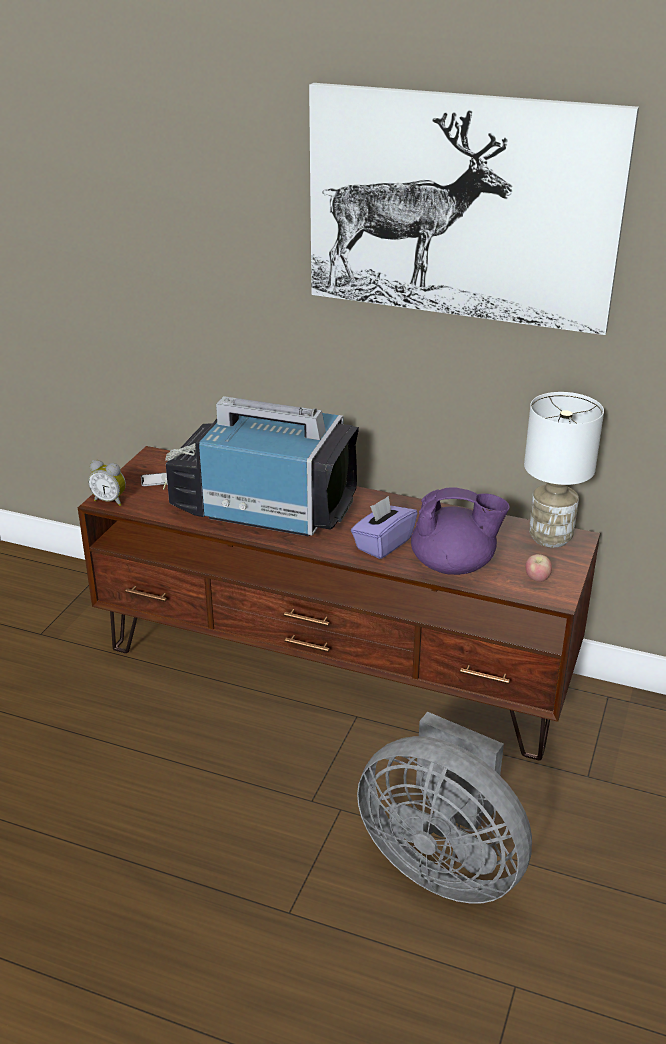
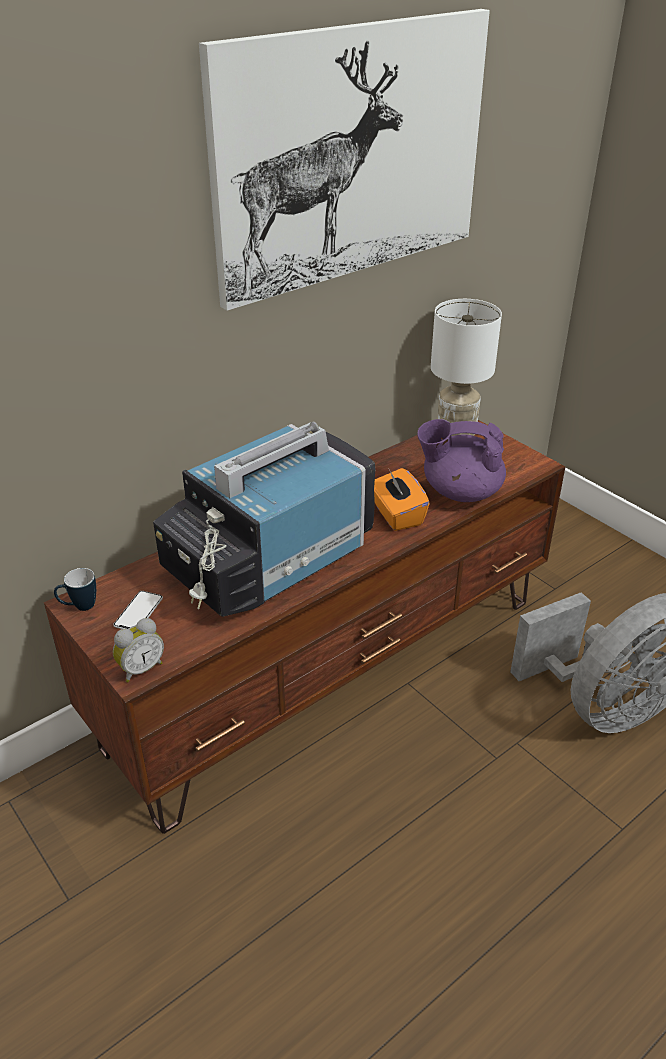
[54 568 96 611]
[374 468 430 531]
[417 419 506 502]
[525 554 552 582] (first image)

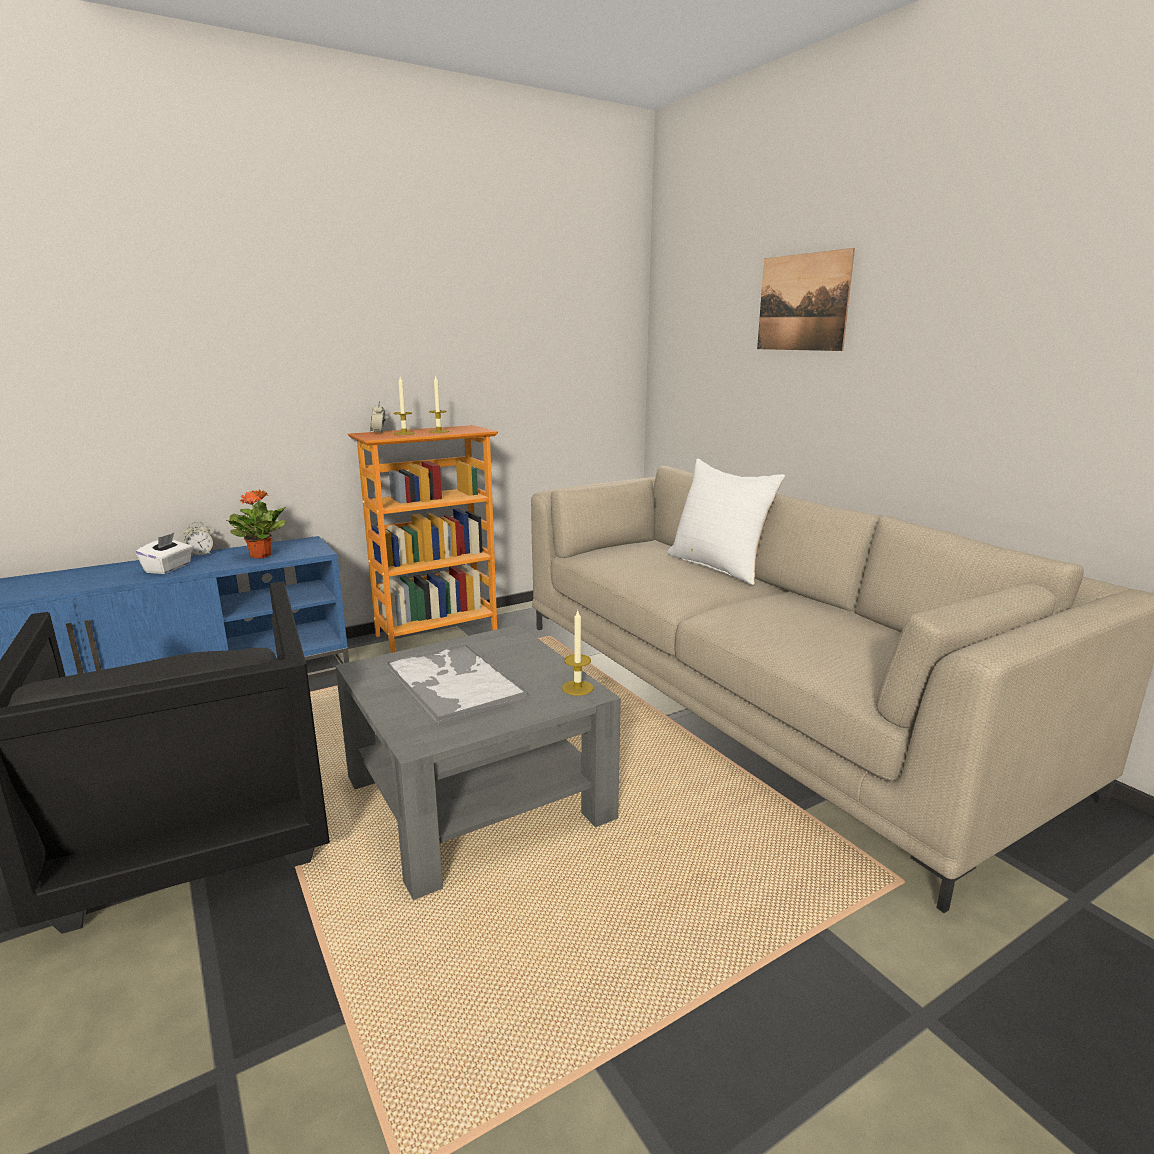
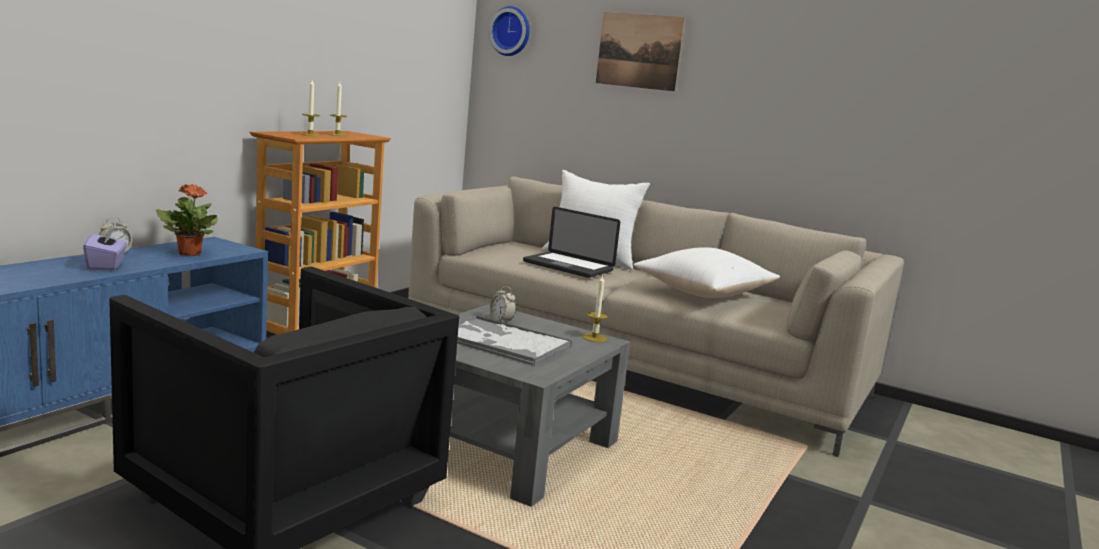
[83 227 127 270]
[489 6 530 56]
[489 286 516 322]
[523 207 620 278]
[634 247 780 298]

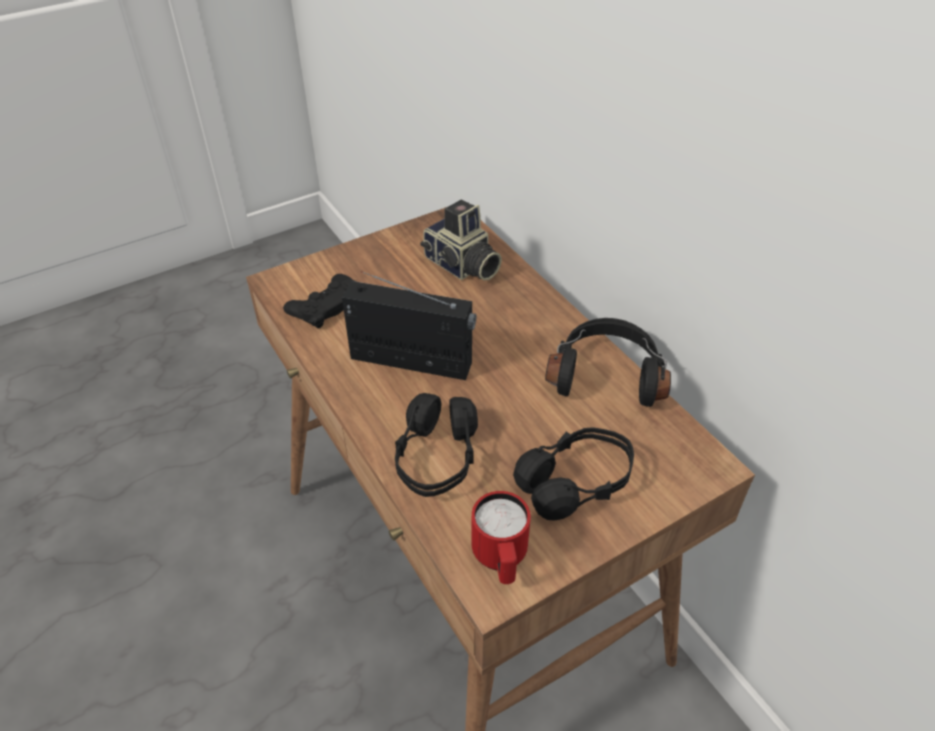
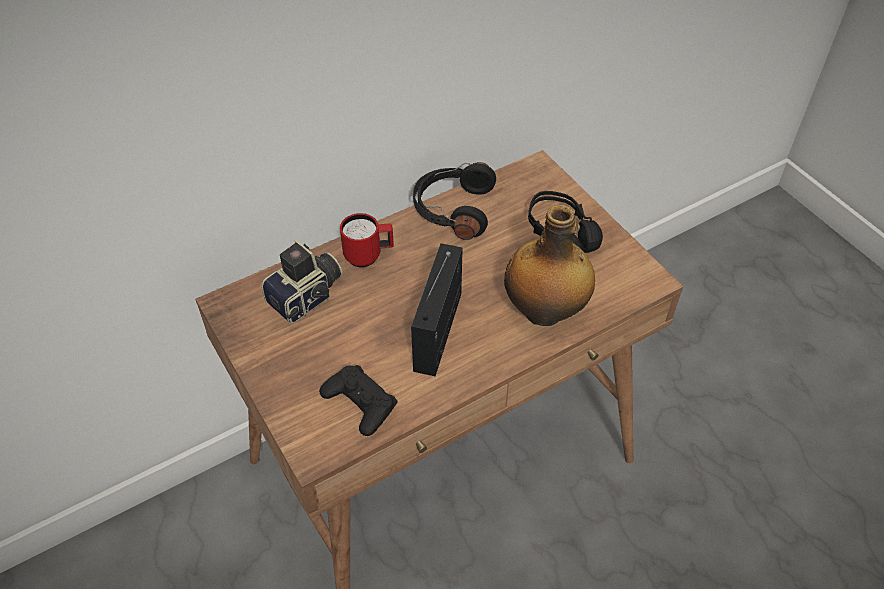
[340 213 394 267]
[504 205 595 326]

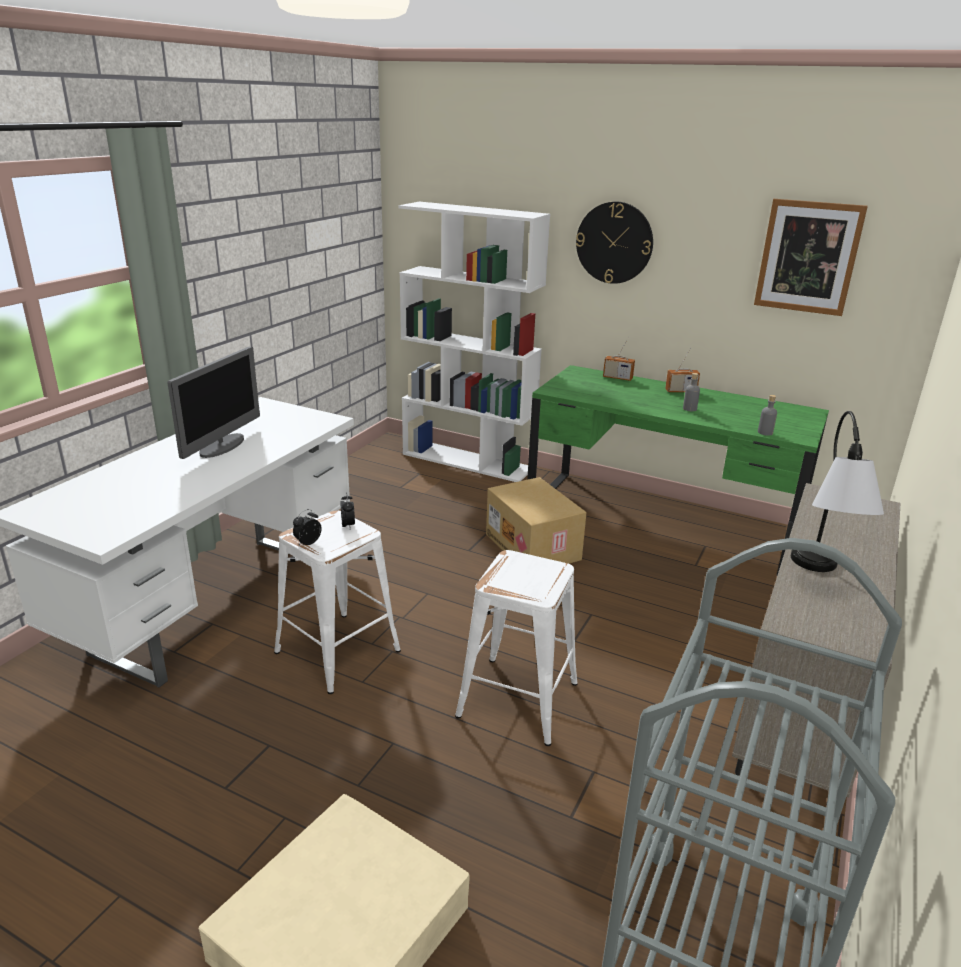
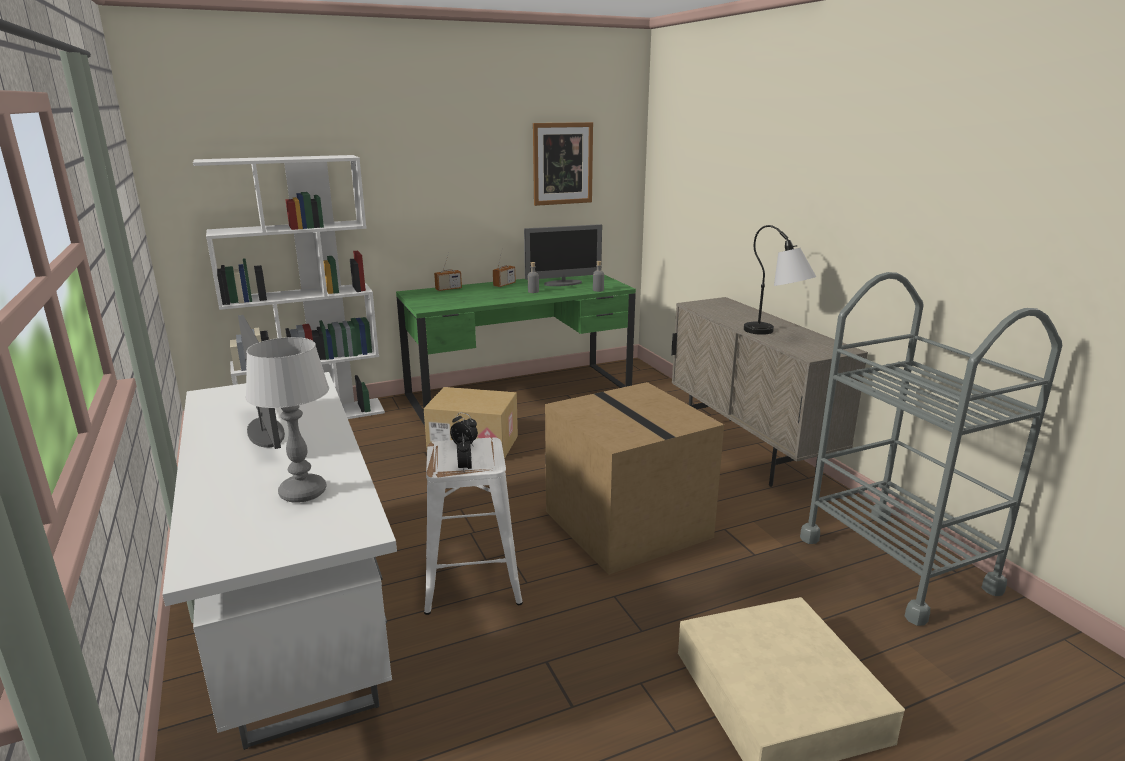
[246 337 329 503]
[524 224 602 286]
[545 382 724 575]
[576 201 653 284] (first image)

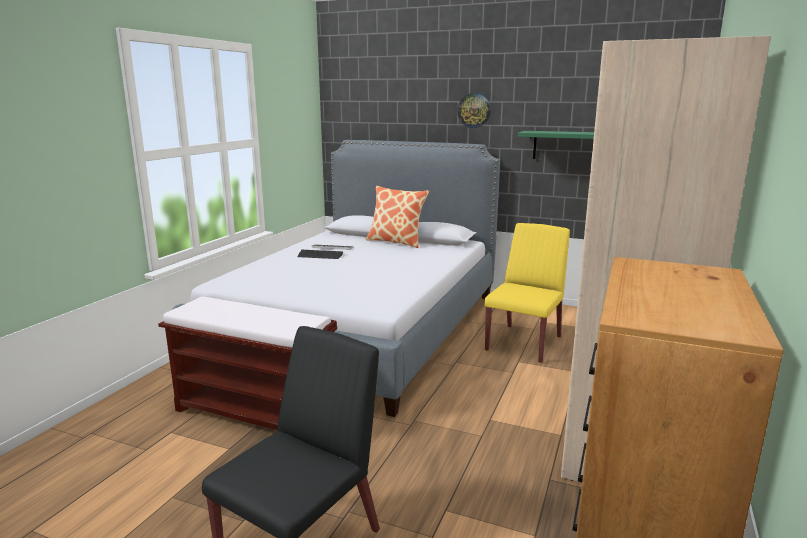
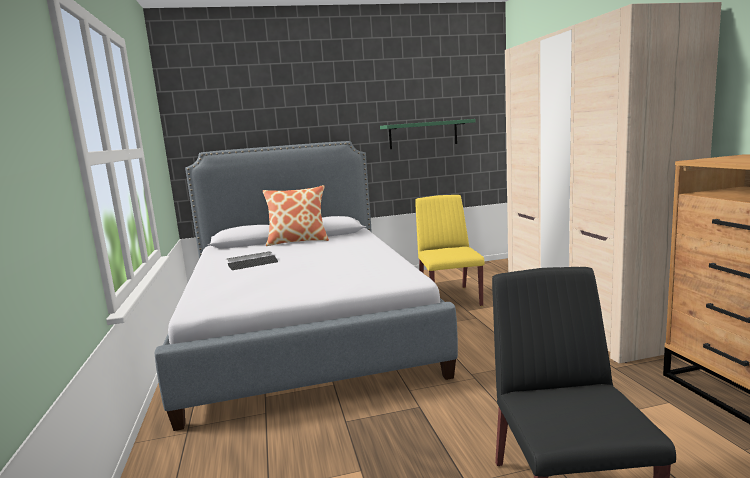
[158 296 337 430] (first image)
[457 93 491 128] (first image)

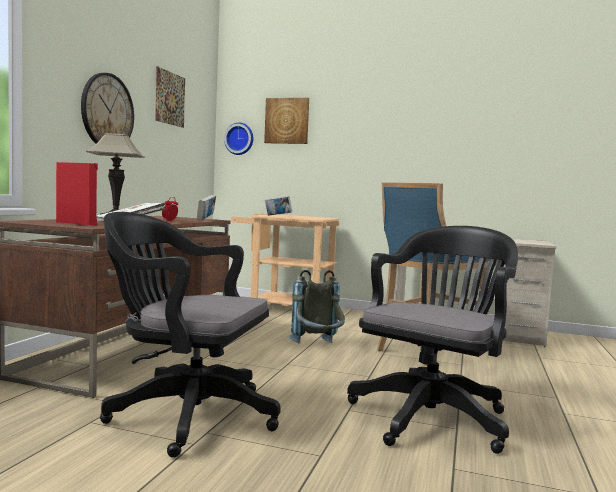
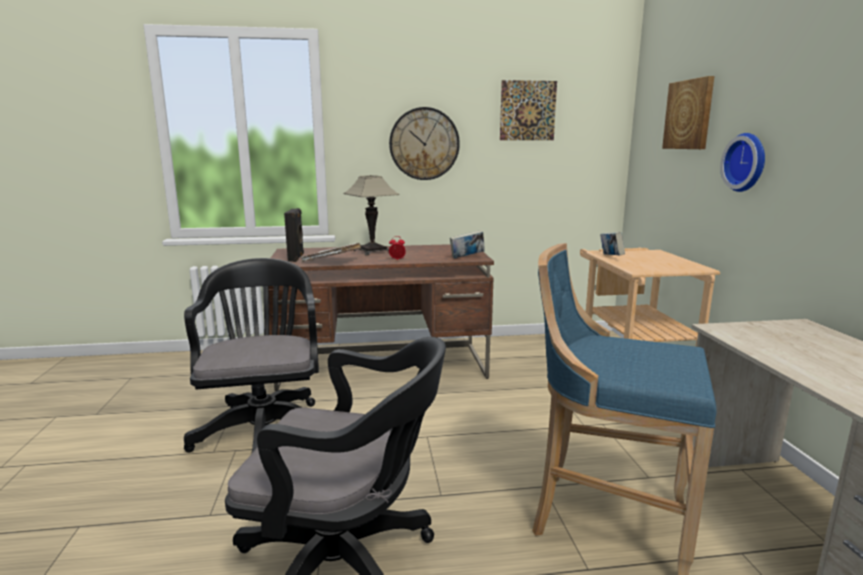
[284 208 304 262]
[720 133 765 192]
[288 270 345 344] (first image)

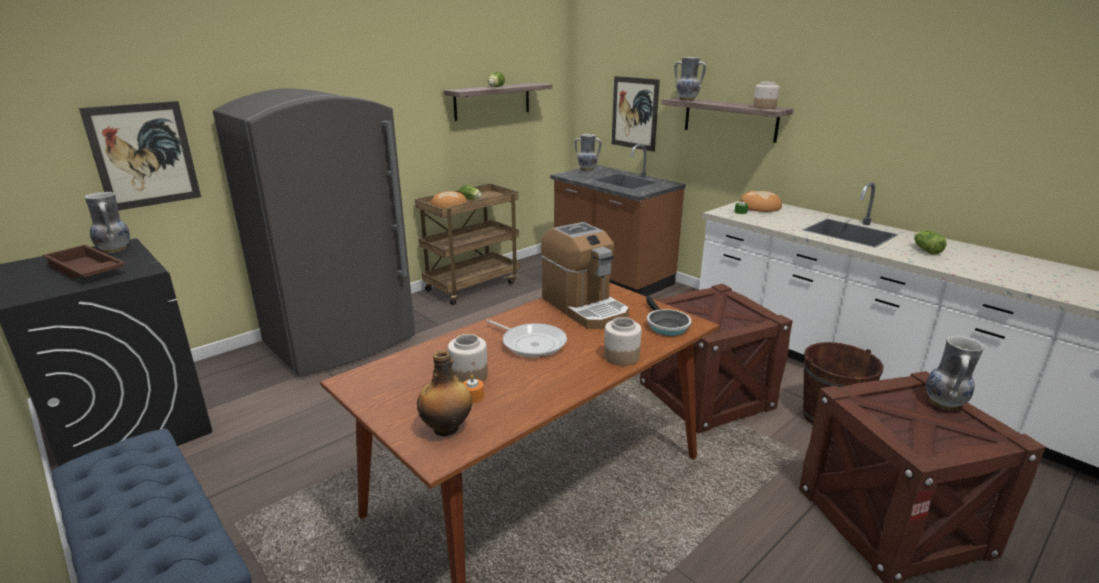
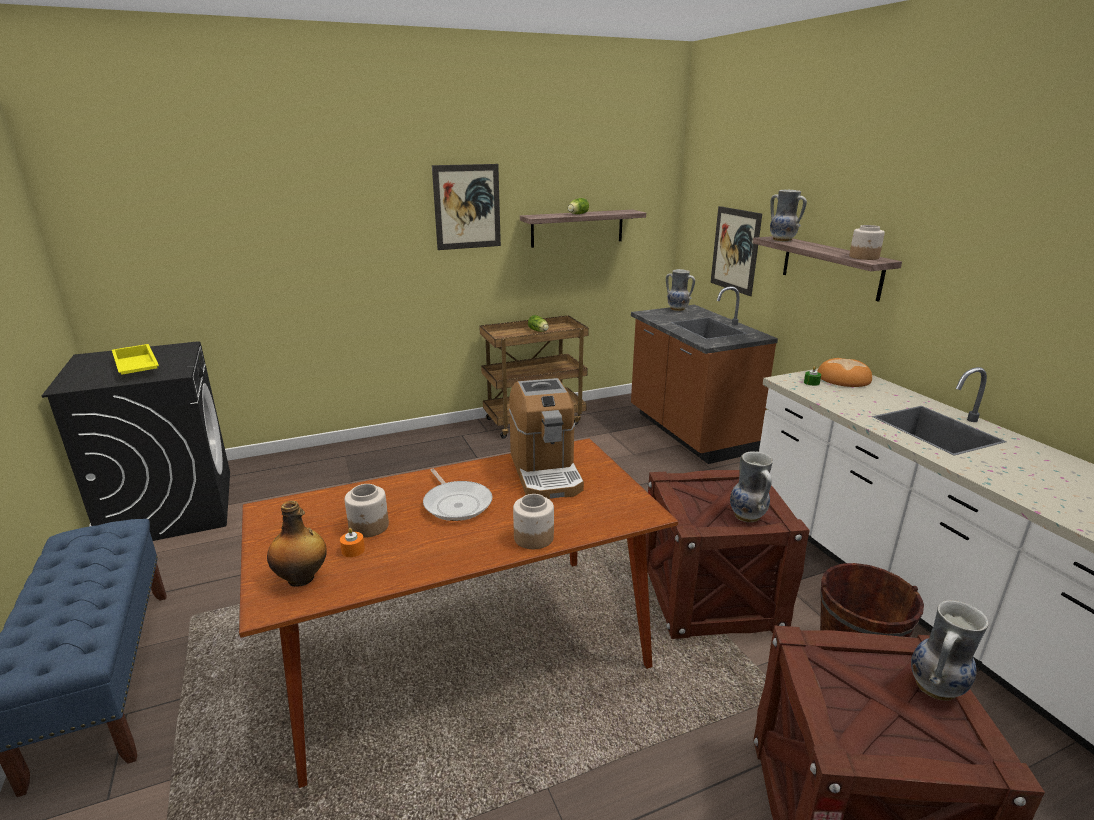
[112 344 159 375]
[432 164 501 250]
[730 452 773 522]
[213 88 415 377] (first image)
[431 191 468 208] (first image)
[646 296 692 336] (first image)
[914 230 947 255] (first image)

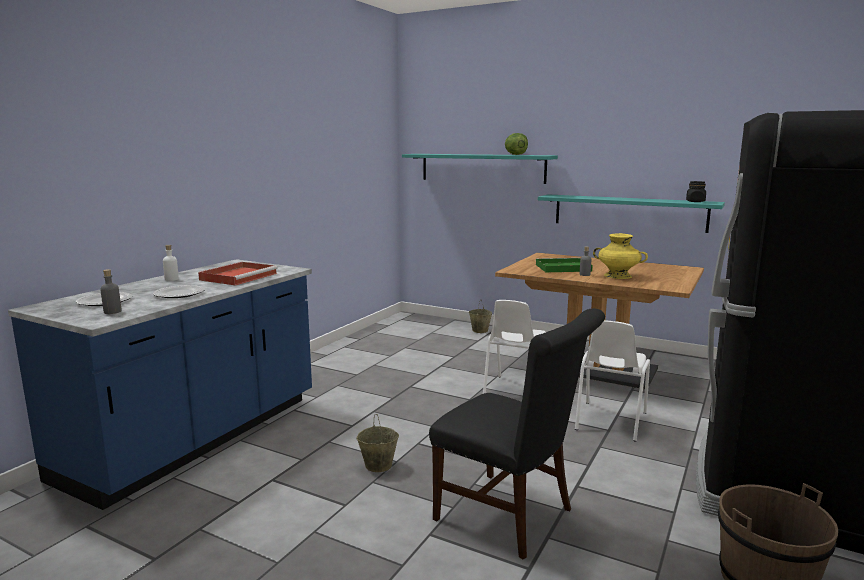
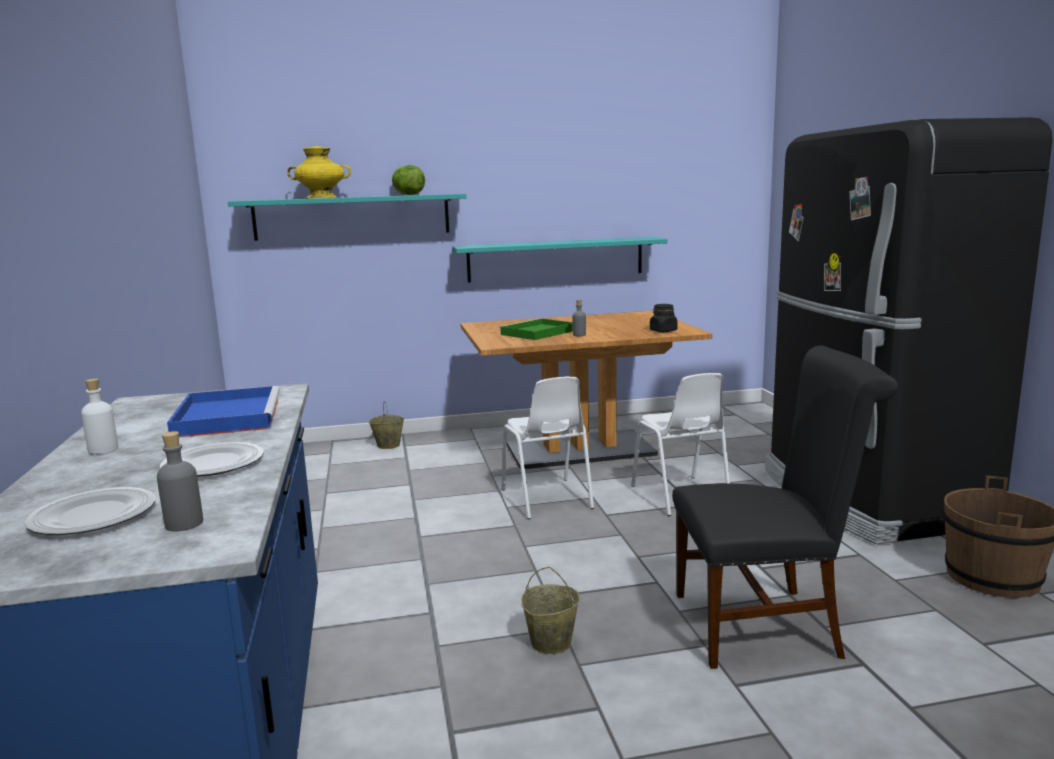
[167 386 280 438]
[287 146 351 198]
[650 304 678 332]

